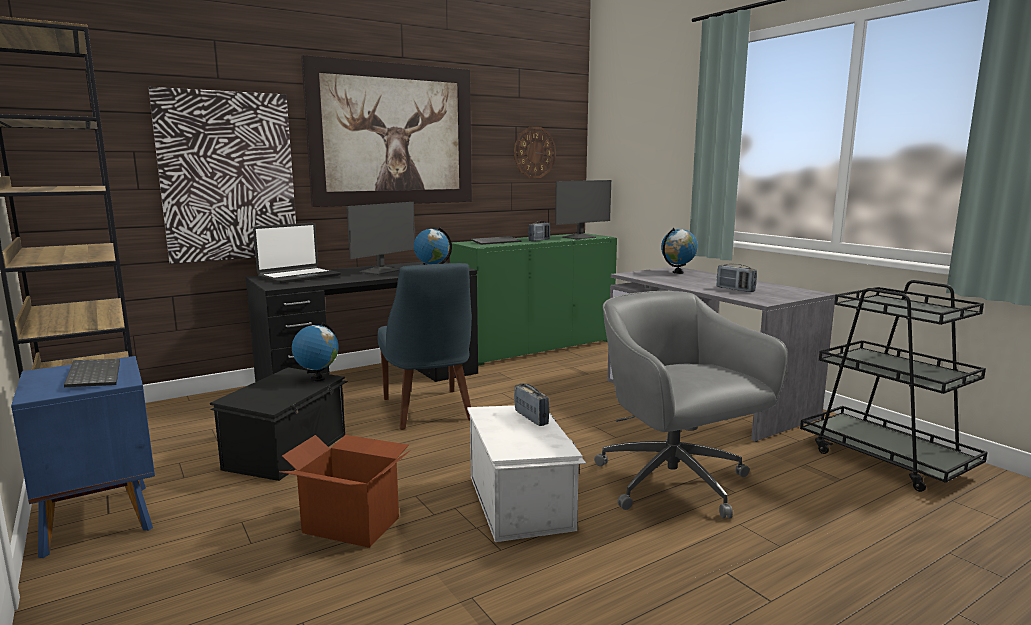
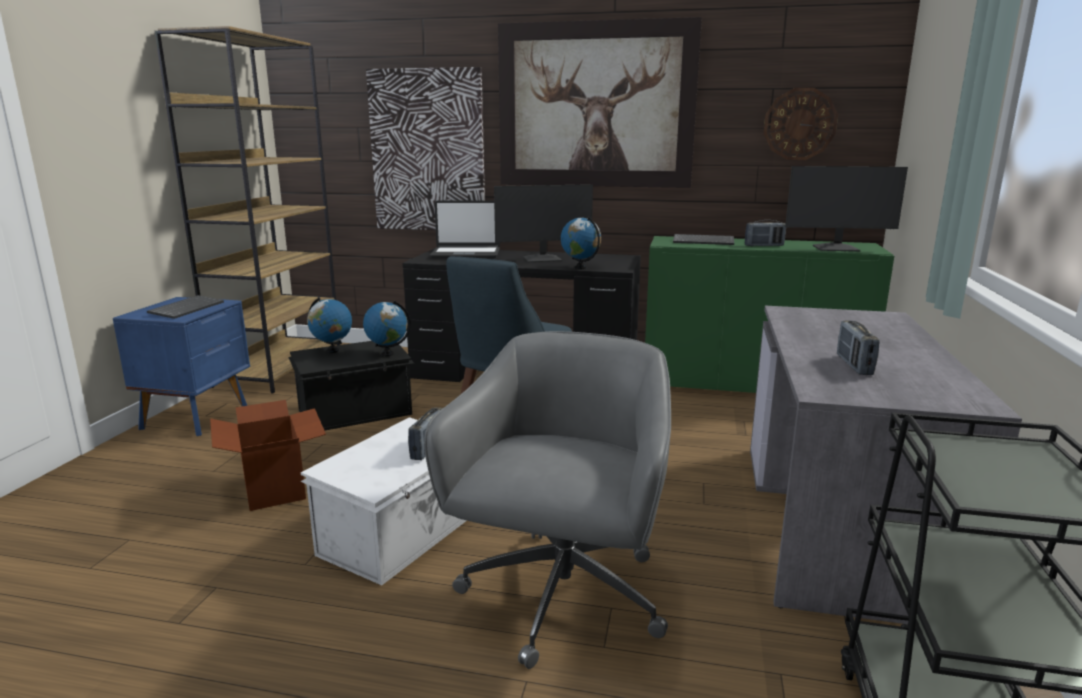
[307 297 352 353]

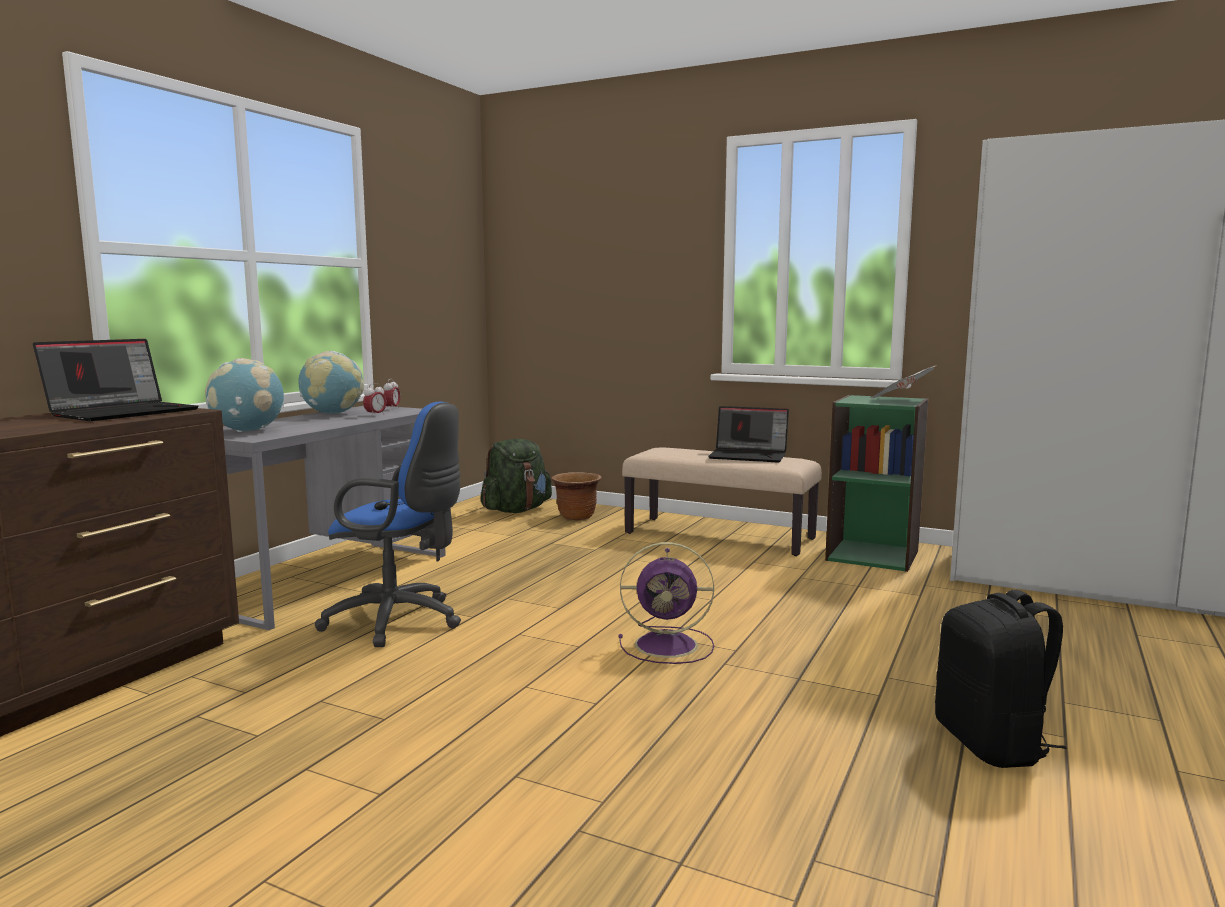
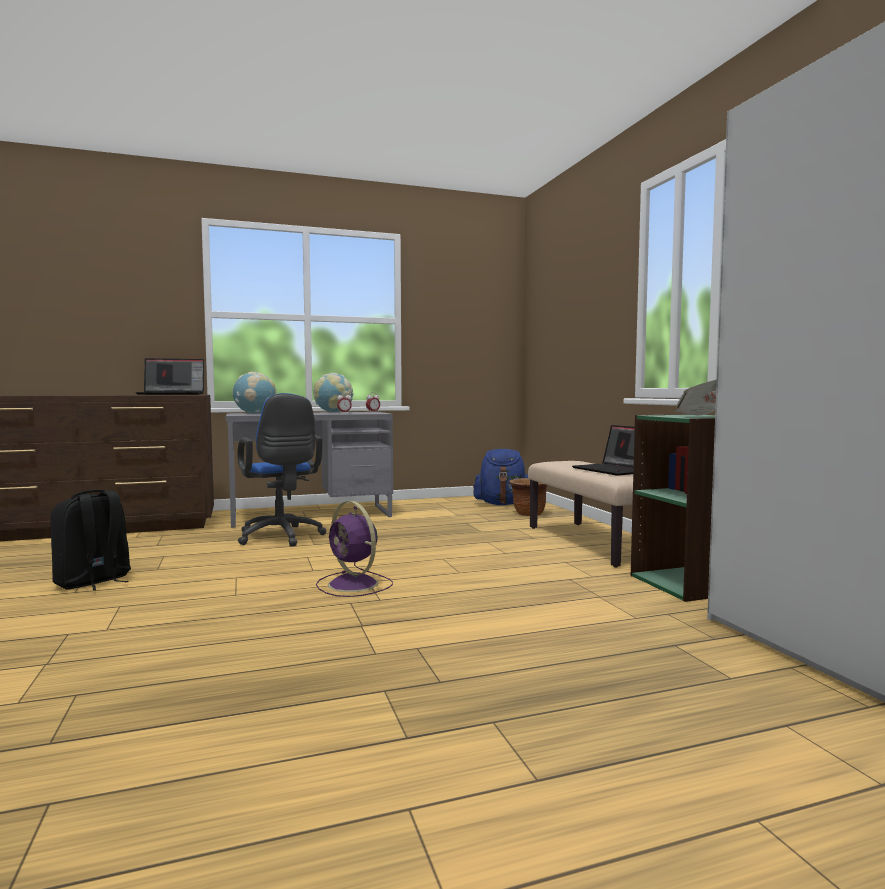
[50 490 131 590]
[473 449 528 505]

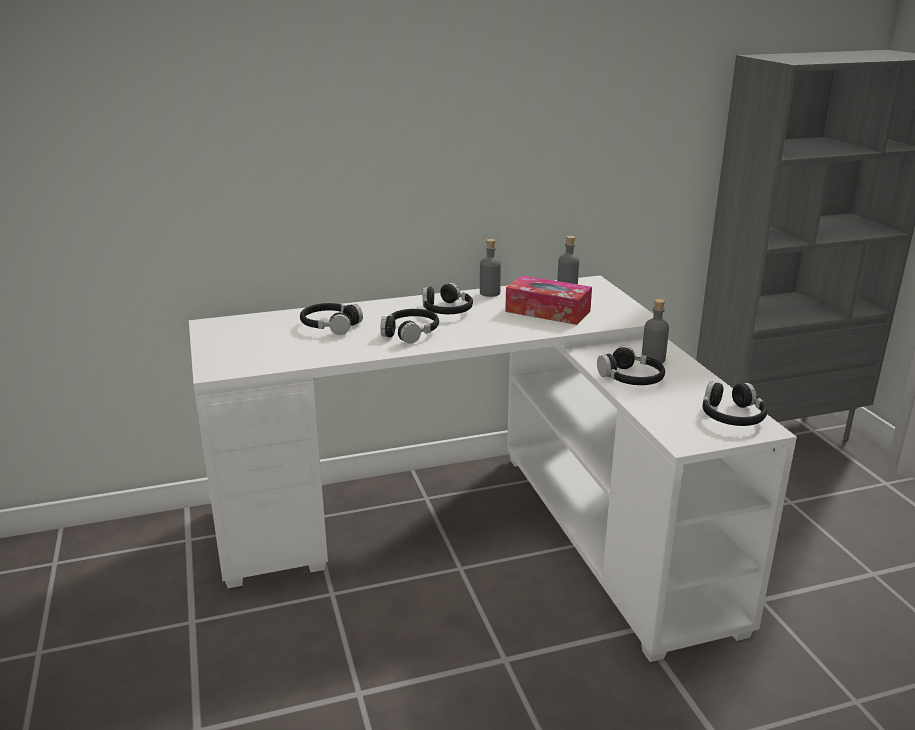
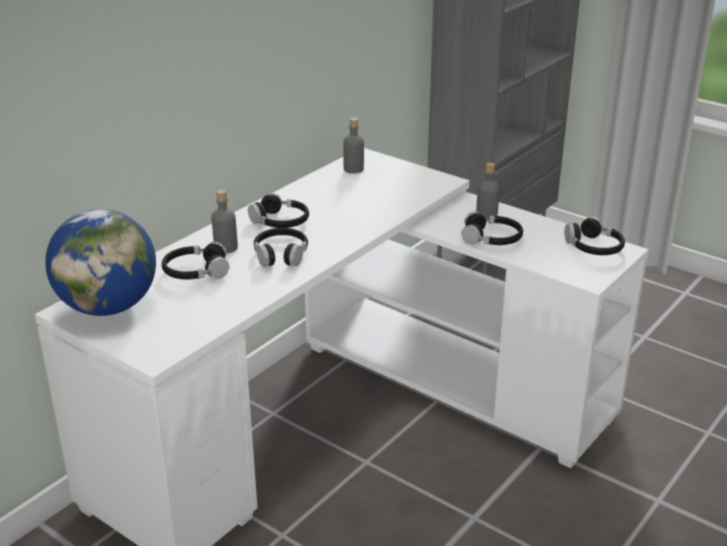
[45 209 156 316]
[211 189 238 254]
[505 275 592 325] (first image)

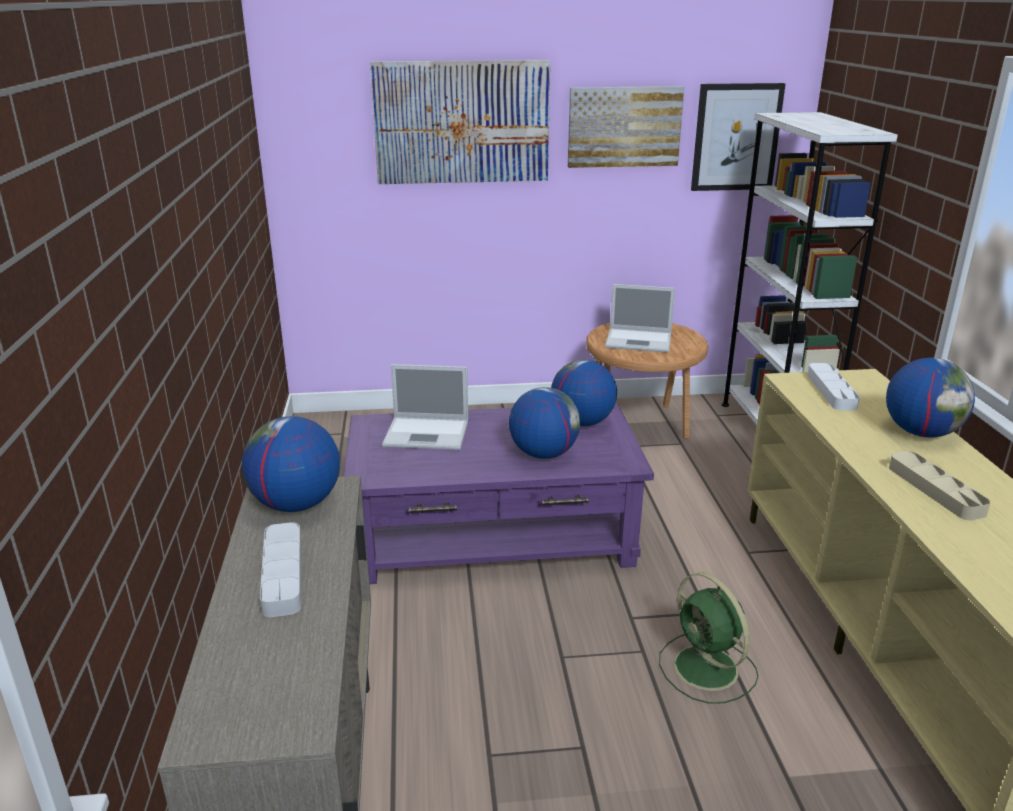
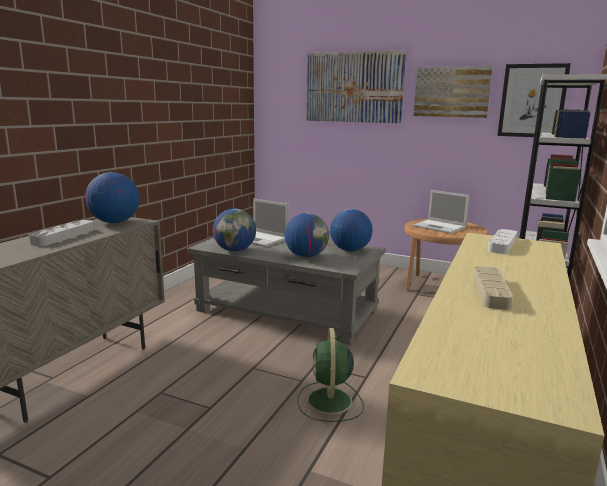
[187 238 386 345]
[213 209 256 252]

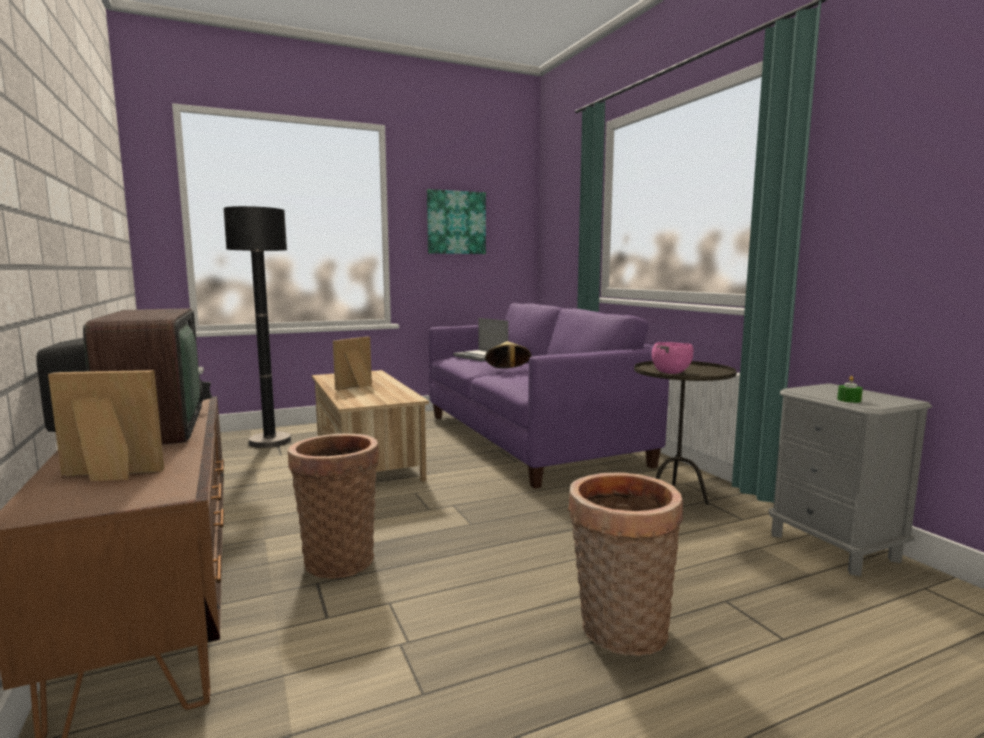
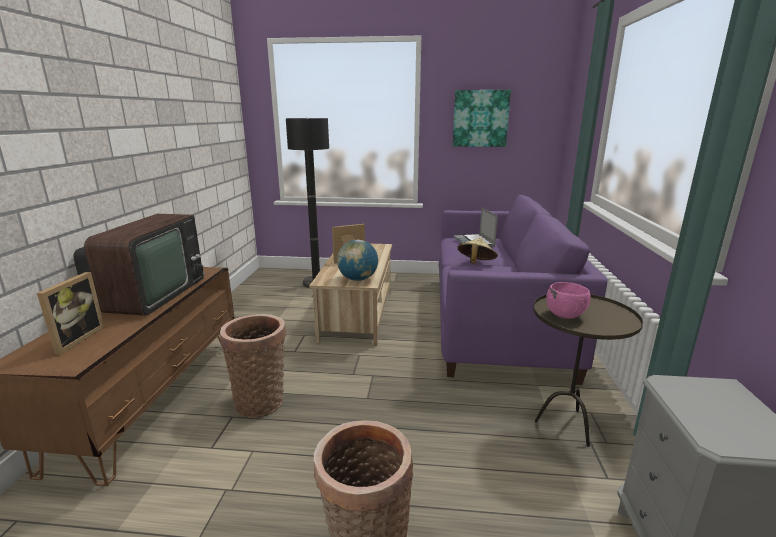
[37 272 105 355]
[337 240 378 281]
[837 376 863 403] (first image)

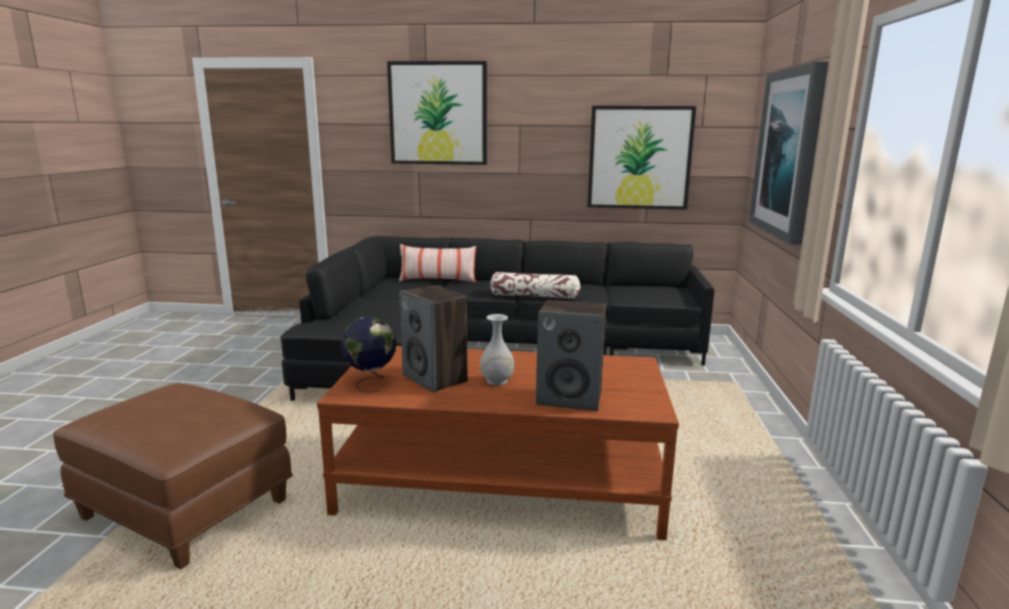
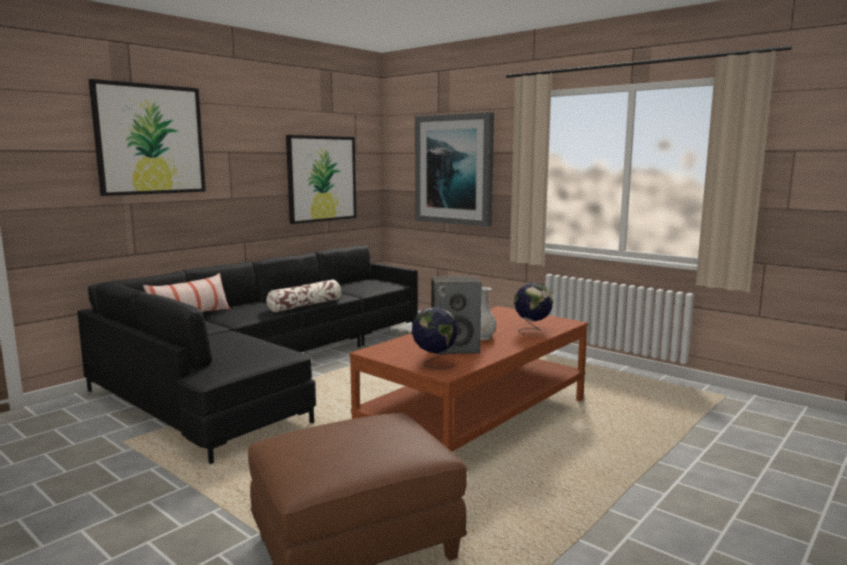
[514 283 553 335]

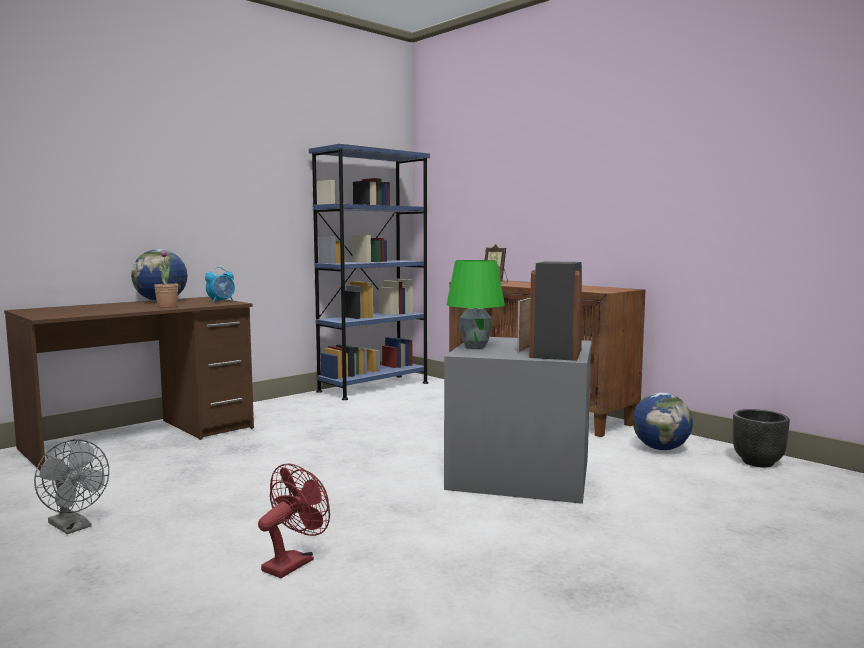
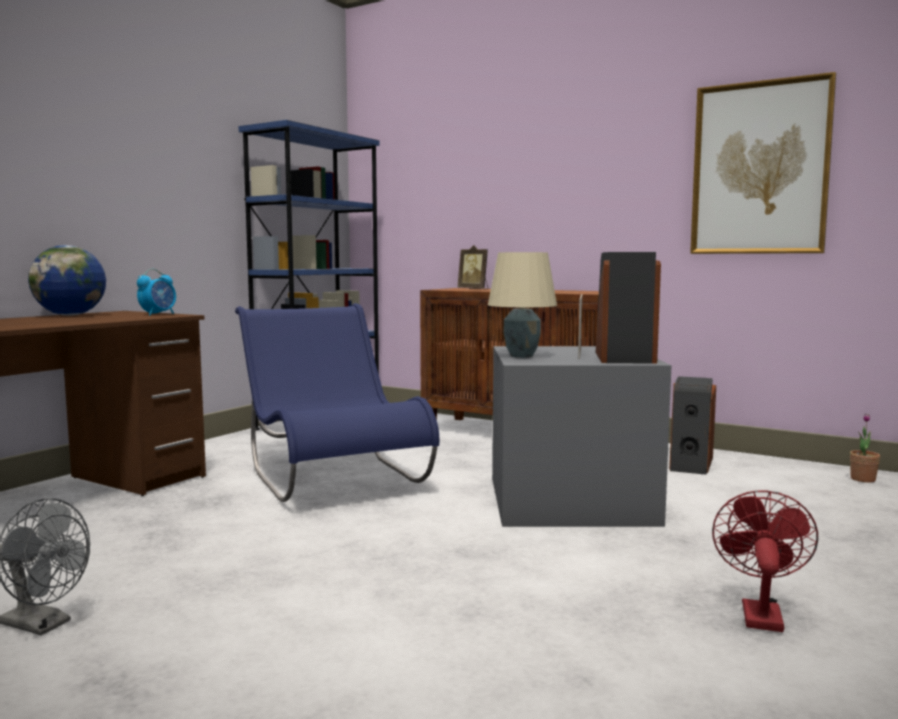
[235 303 439 502]
[488 252 557 358]
[669 376 716 475]
[690 72 836 254]
[712 490 818 632]
[850 413 880 483]
[733 409 790 467] (first image)

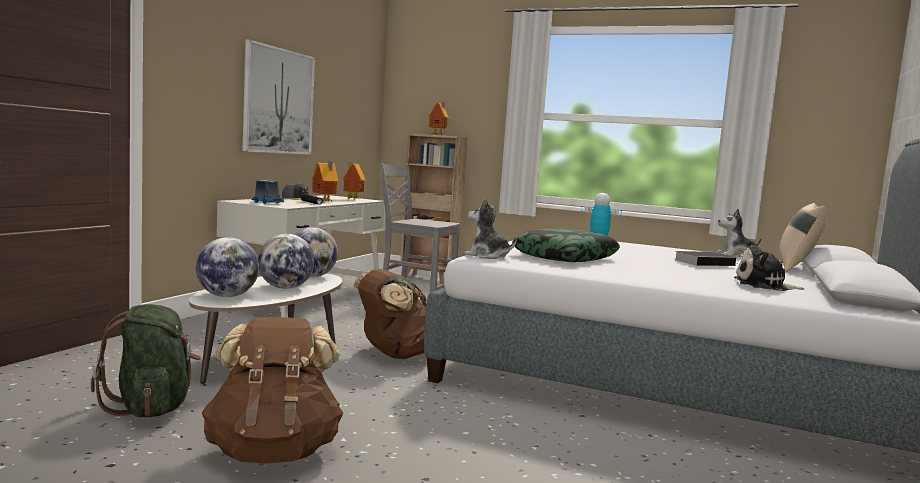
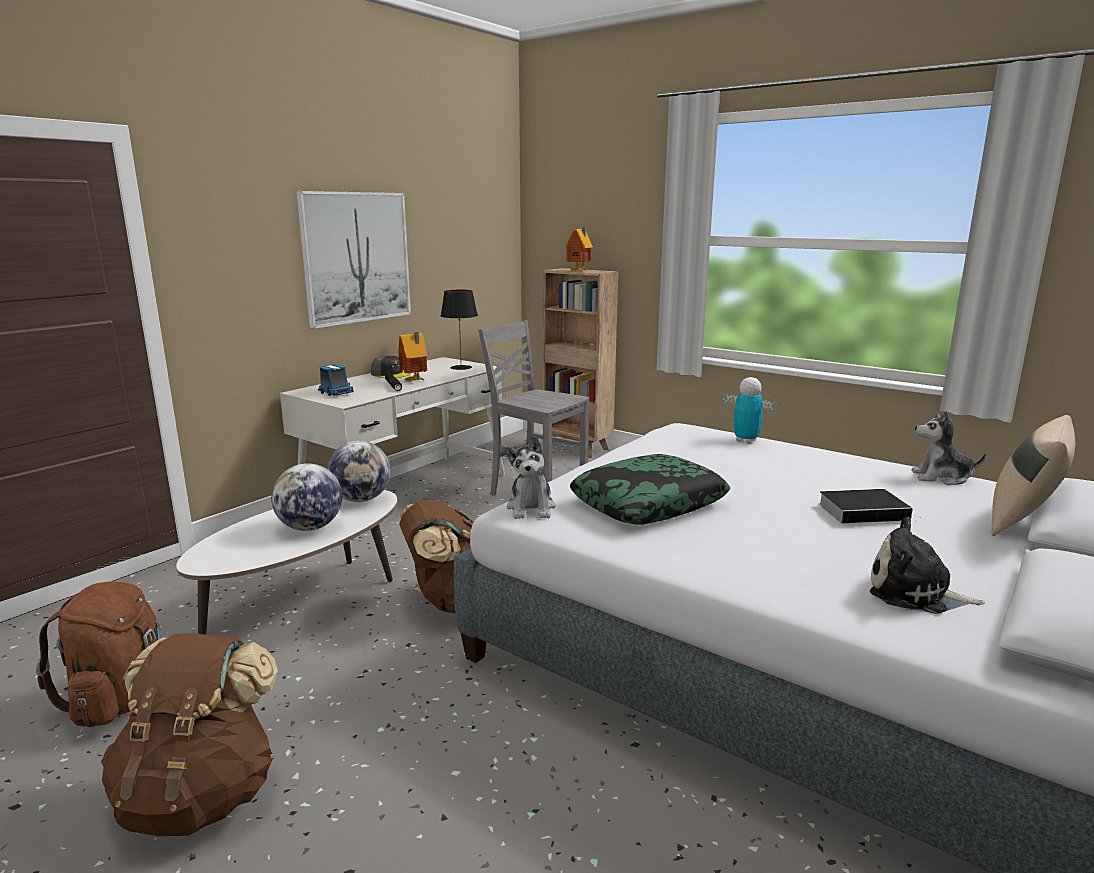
[36 581 162 727]
[441 290 478 370]
[505 436 556 519]
[196 237 259 297] (first image)

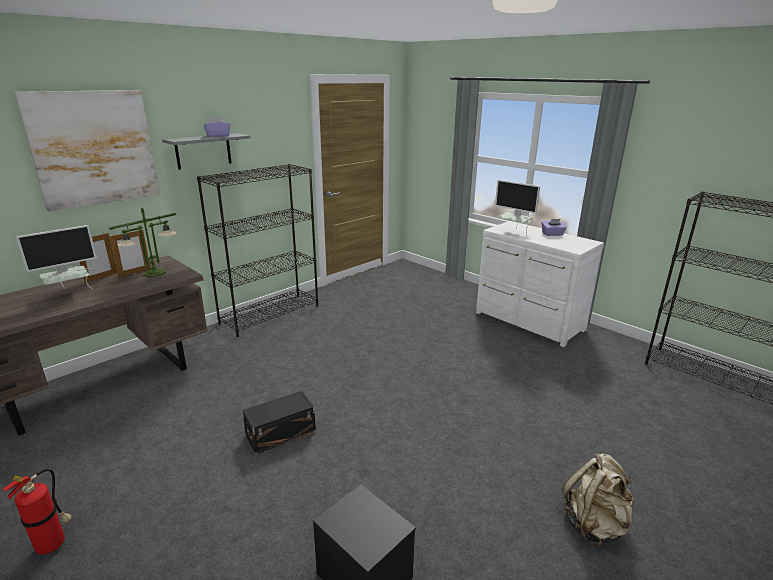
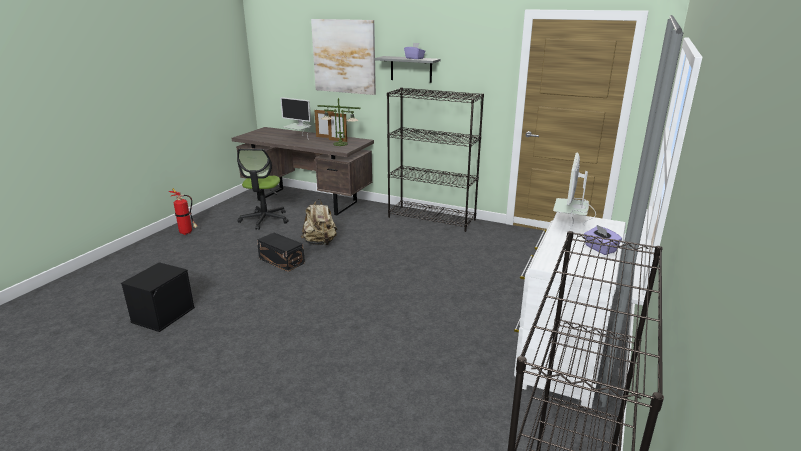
[237 149 289 230]
[301 199 337 246]

